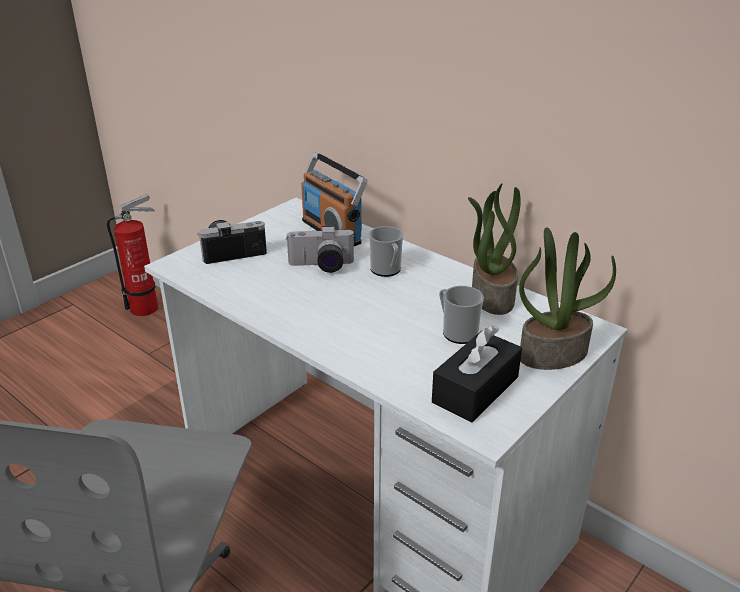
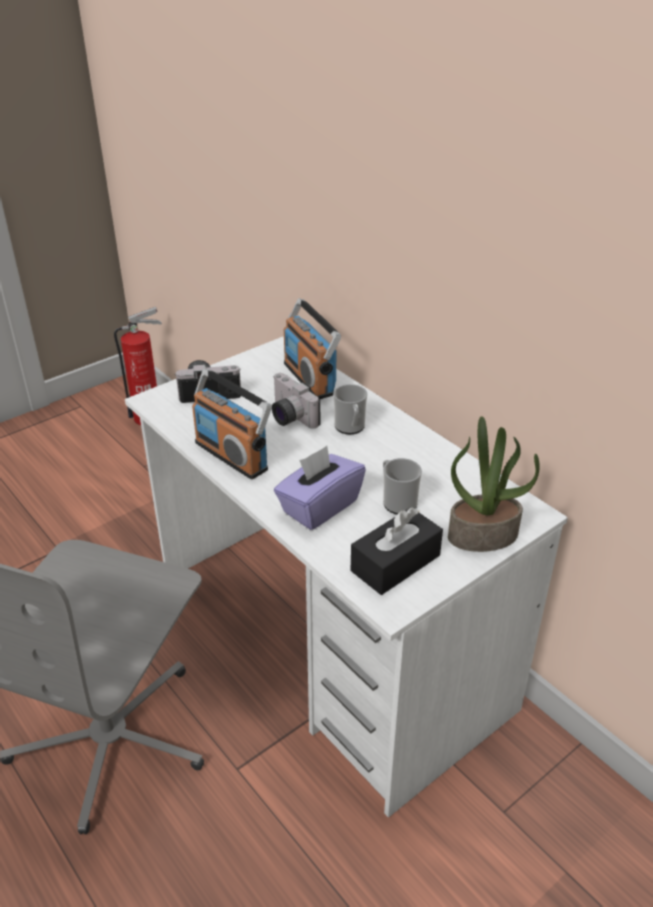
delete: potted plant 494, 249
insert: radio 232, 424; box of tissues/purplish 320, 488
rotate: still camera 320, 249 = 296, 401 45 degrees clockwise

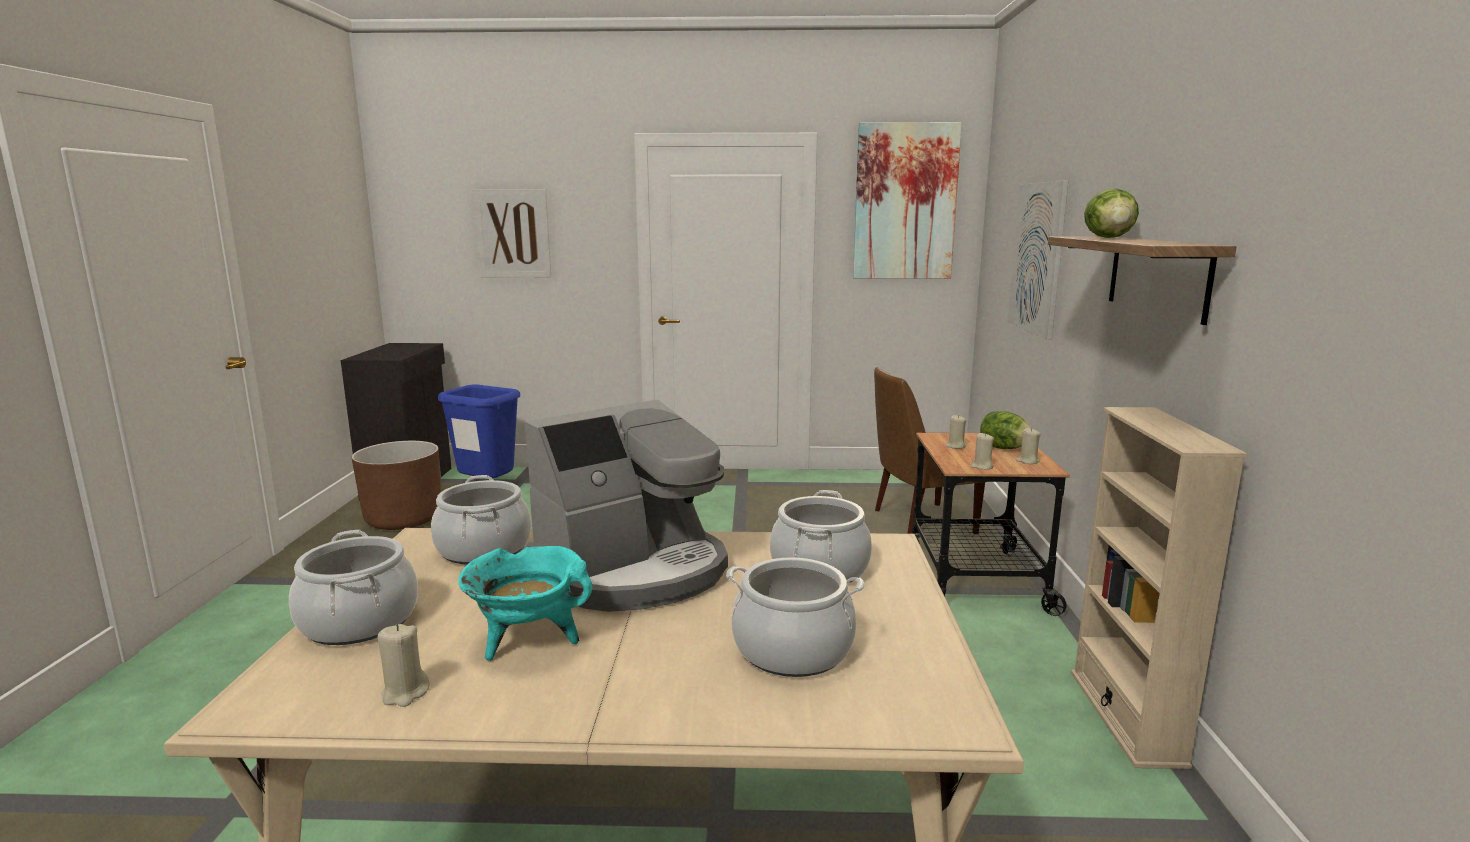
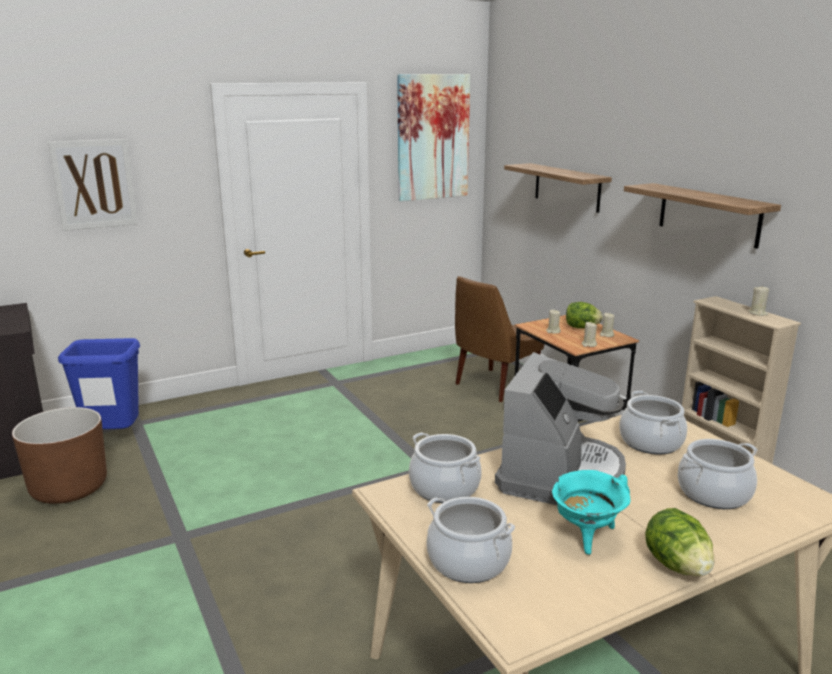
move: lettuce head 1111, 213 to 679, 542; wax light/beige 404, 665 to 758, 300
replace: picture 1038, 260 to bracket shelf 558, 188

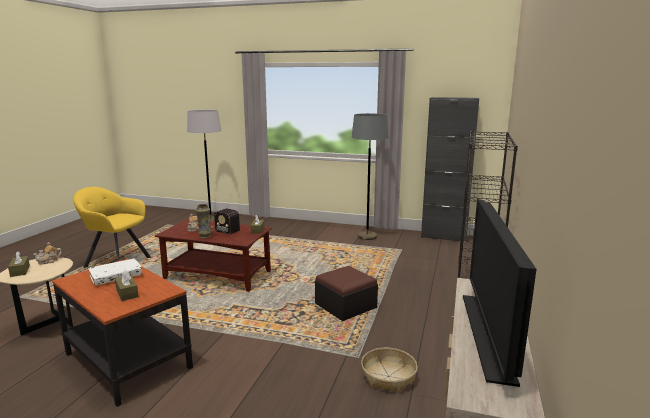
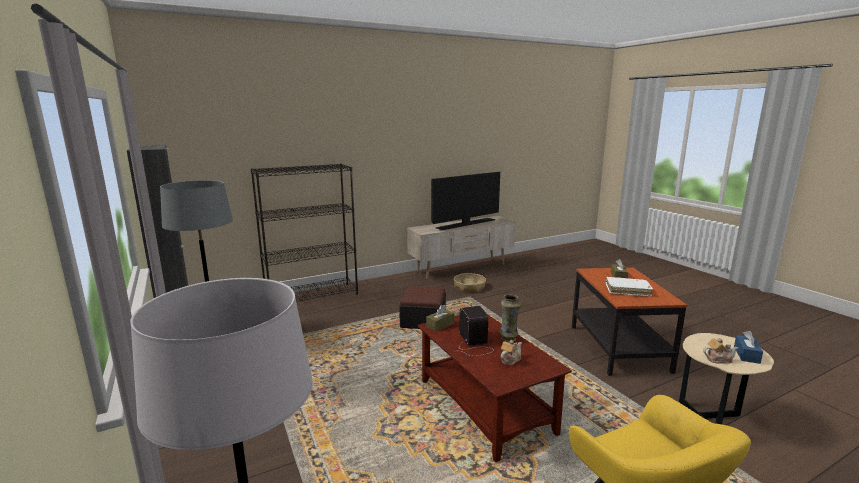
recolor: box of tissues/brown 19, 264 to box of tissues/blue 748, 347

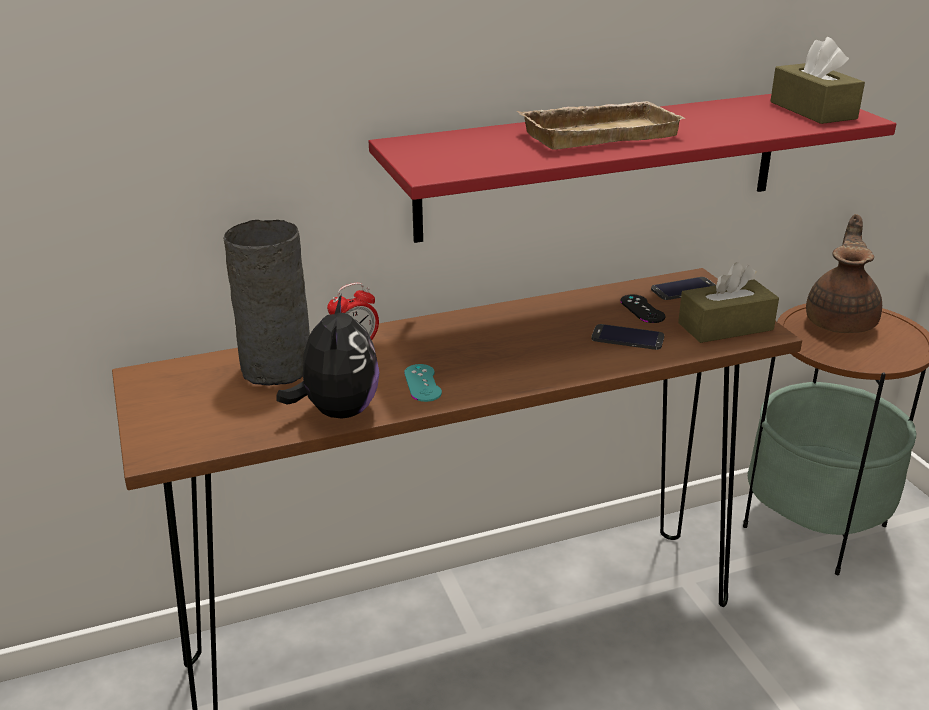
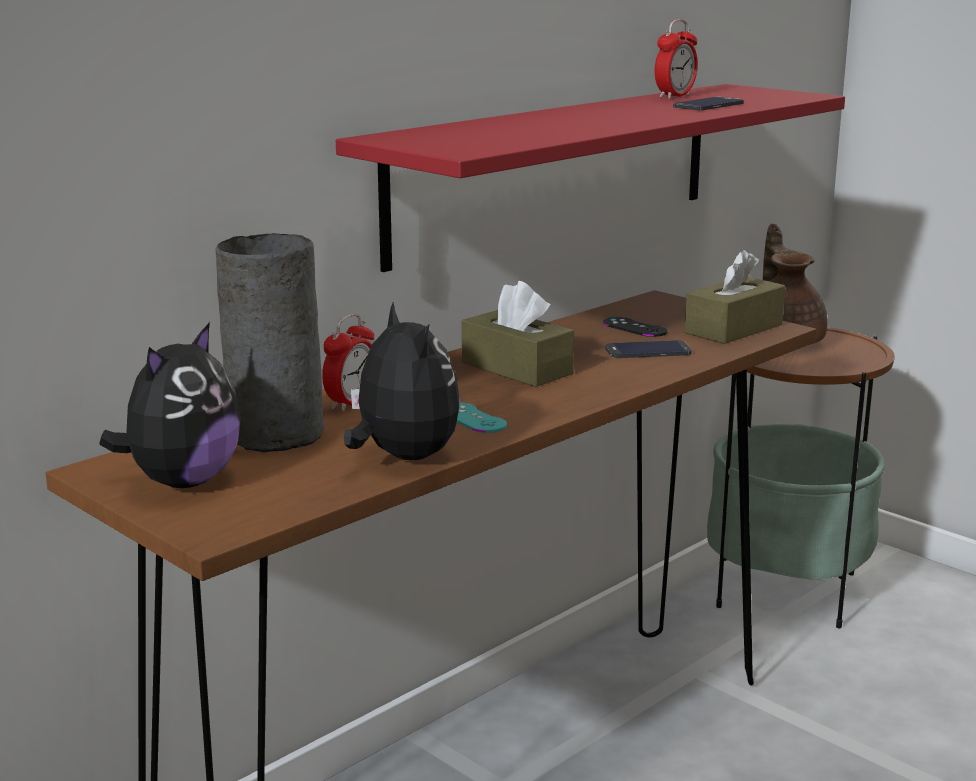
delete: tray/beige 601, 125
insert: plush toy 170, 405; bedside clock 676, 59
move: box of tissues/brown 817, 80 to 517, 334; telephone 683, 288 to 708, 103

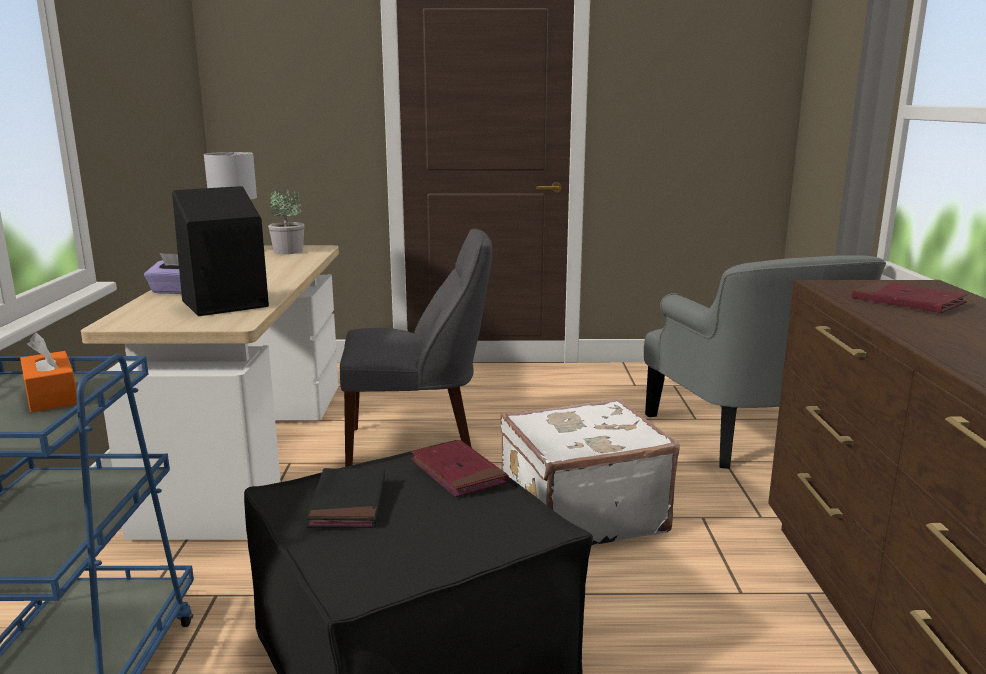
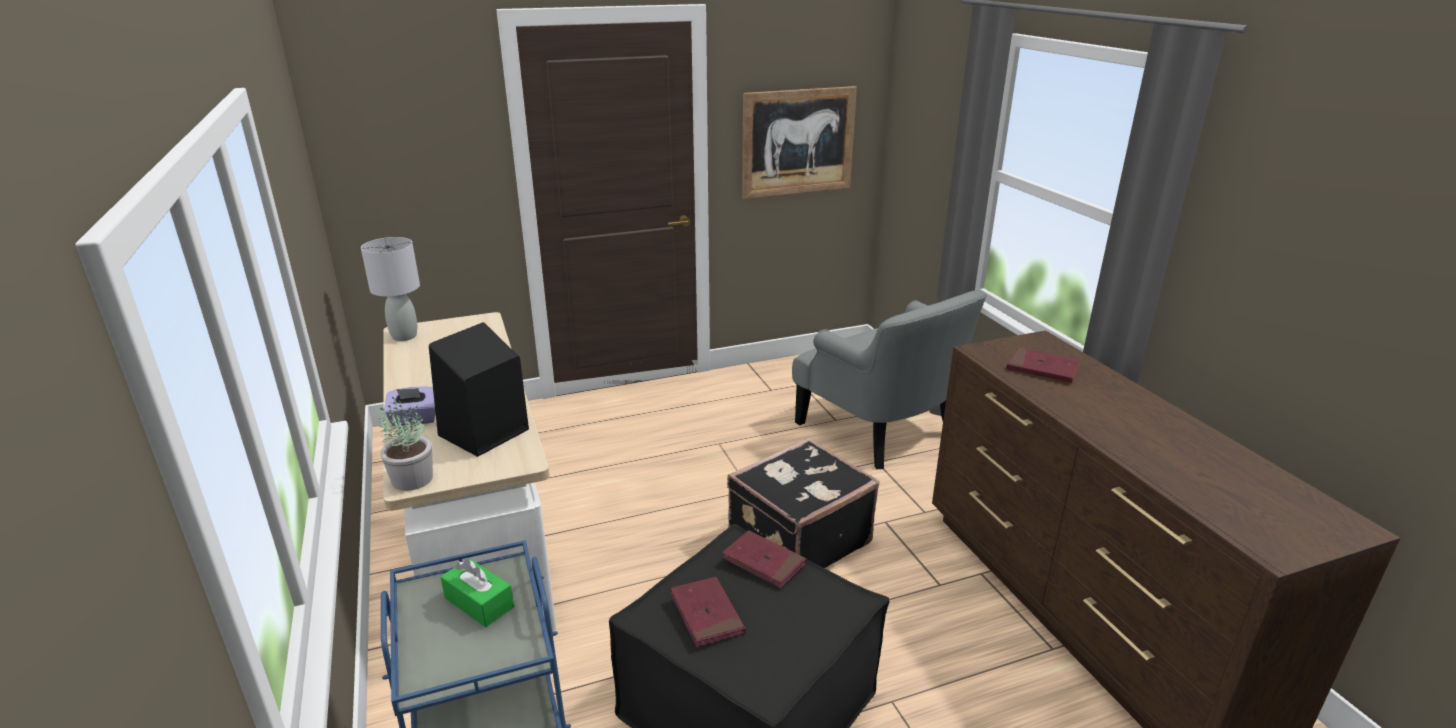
delete: plain chair/greyish 416, 347
insert: picture 799, 142
move: potted plant 286, 220 to 406, 444
recolor: box of tissues/orangey 48, 373 to box of tissues/greenish 477, 592; book/black 345, 498 to book/reddish 708, 612; piece of luggage/white 590, 472 to piece of luggage/black 803, 503

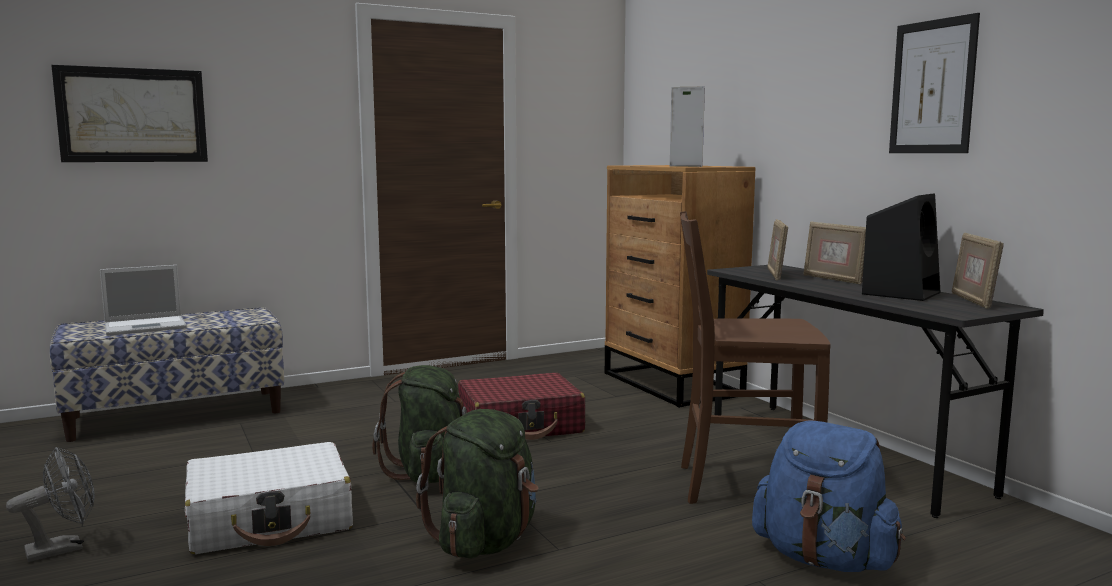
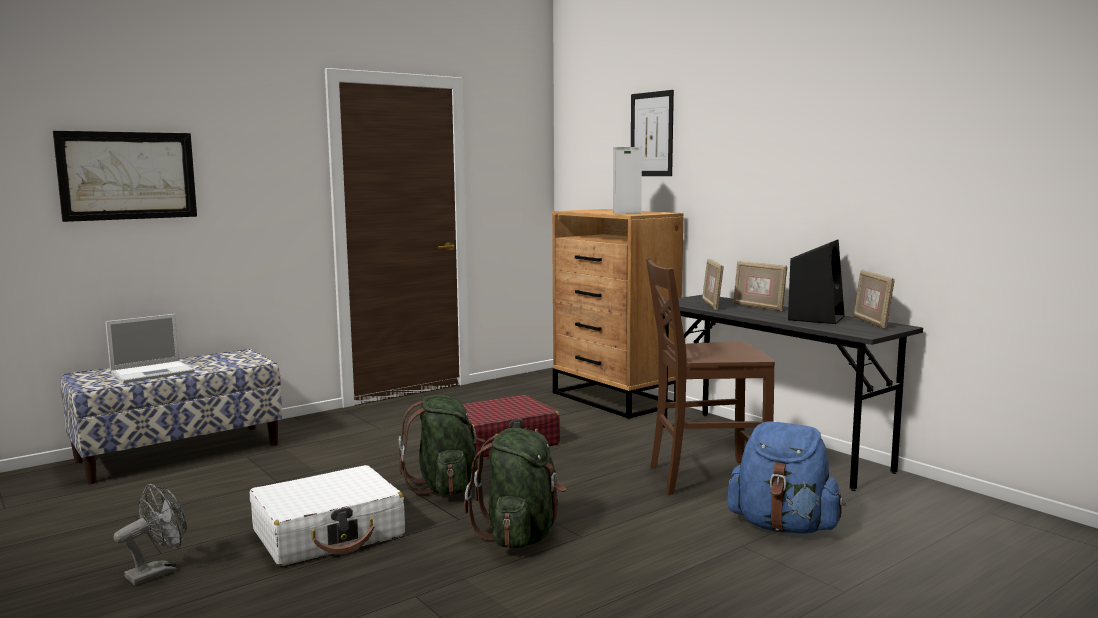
move: picture 934, 83 to 652, 133

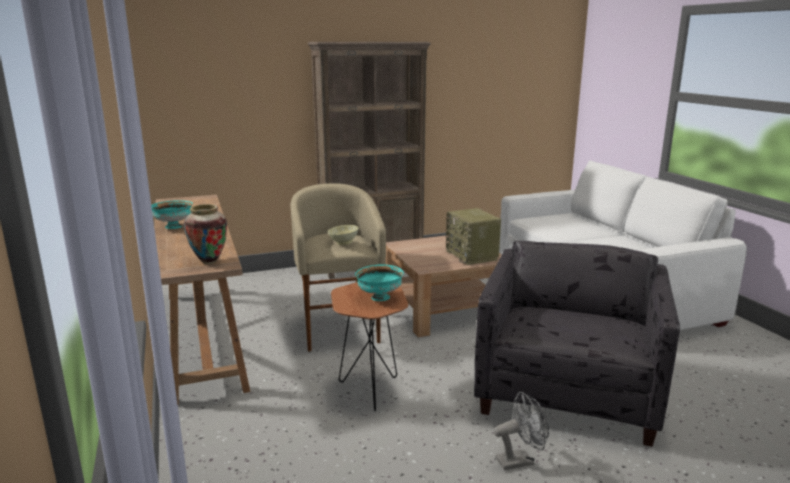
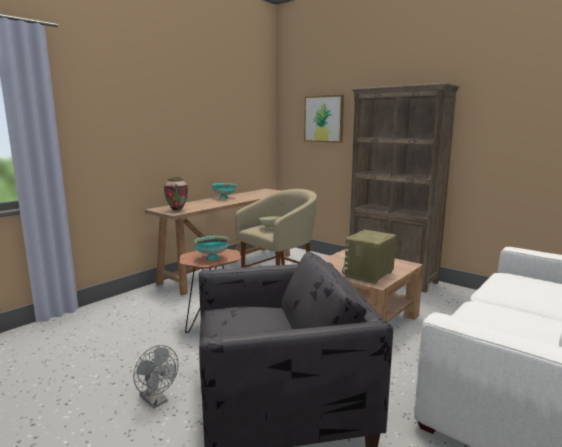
insert: picture 324, 119

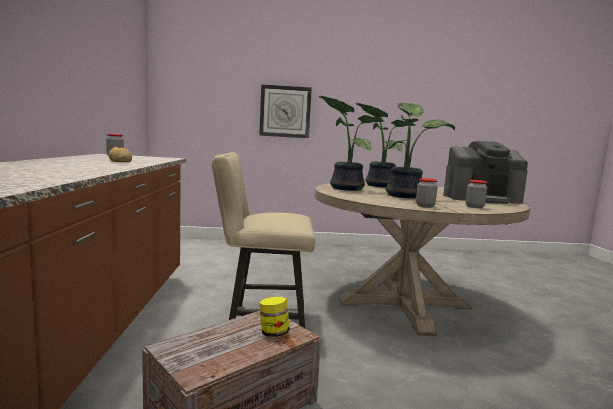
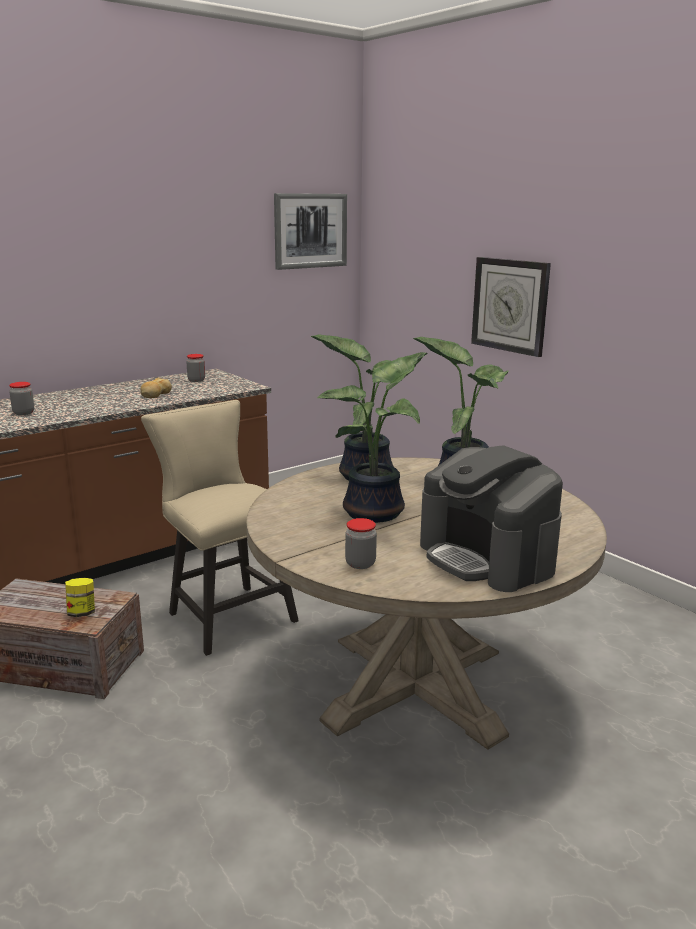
insert: picture 310, 231
move: preserve jar 427, 193 to 21, 398

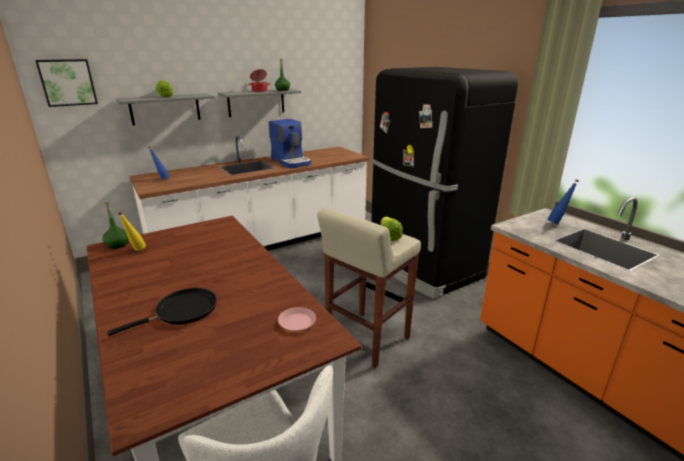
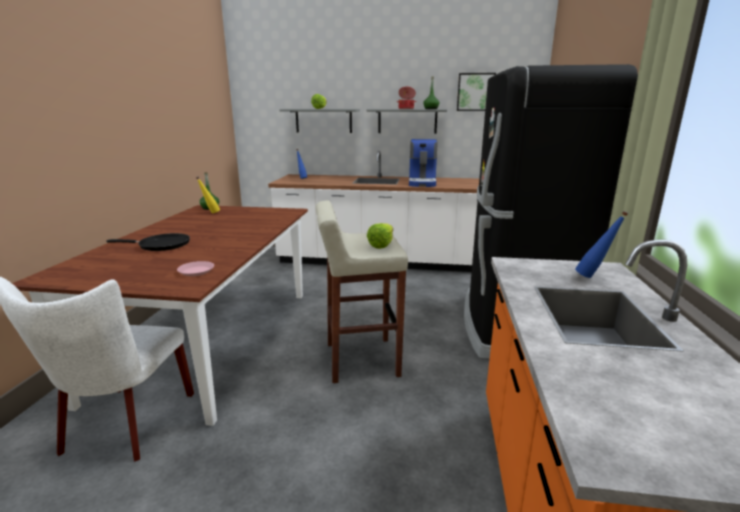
move: picture 66, 83 to 476, 92

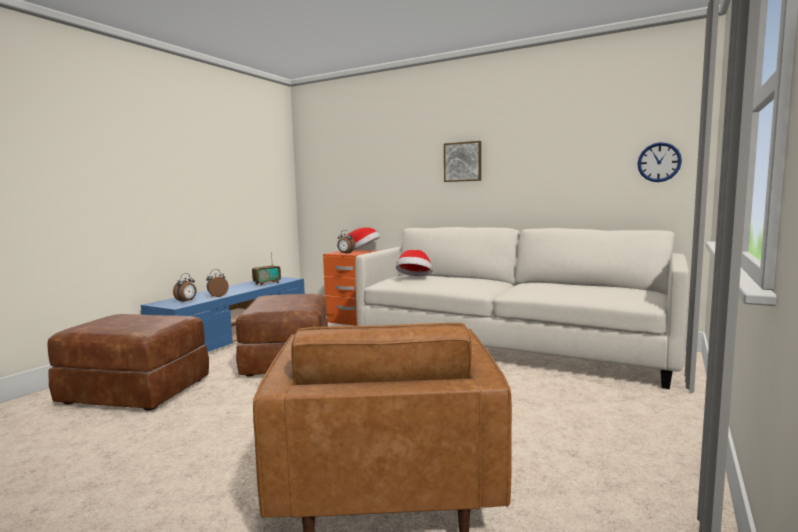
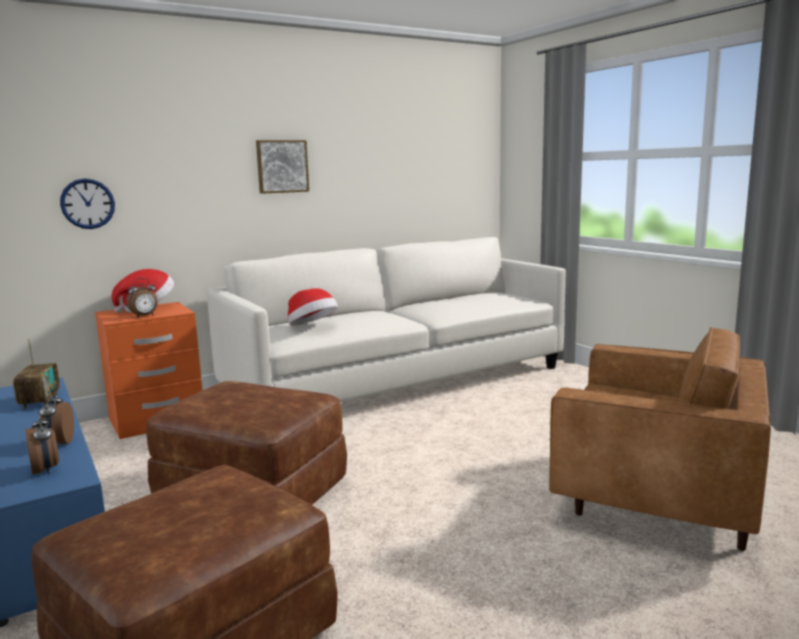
move: clock on the wall 659, 162 to 87, 203

